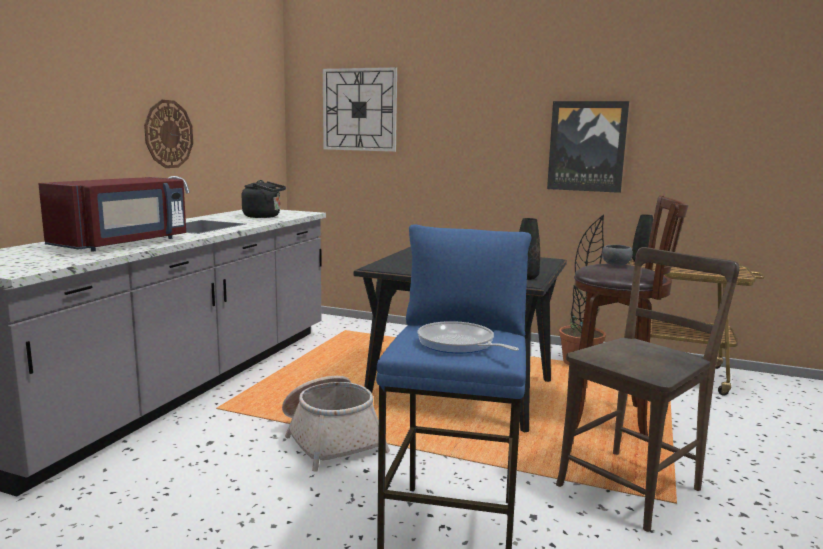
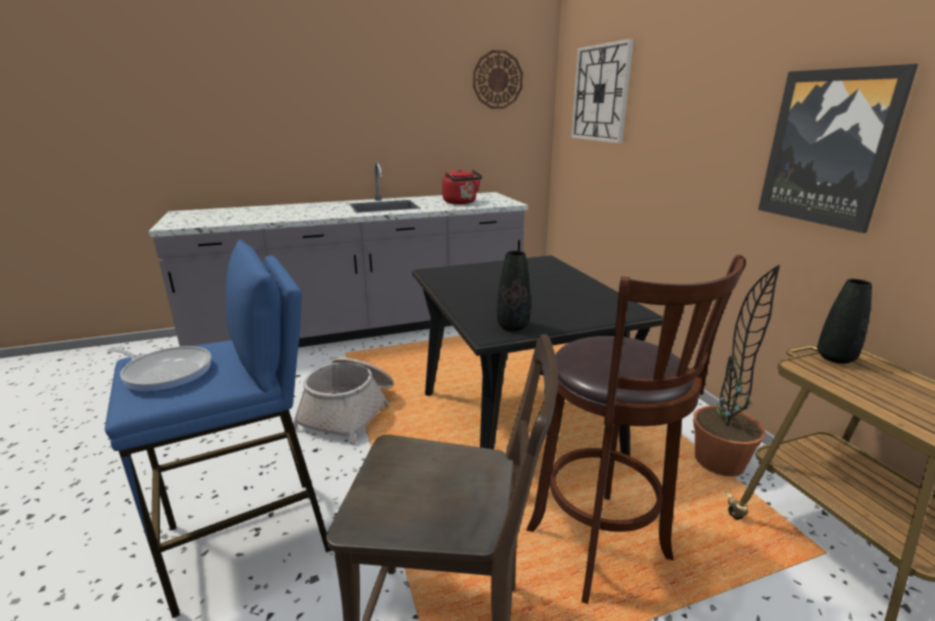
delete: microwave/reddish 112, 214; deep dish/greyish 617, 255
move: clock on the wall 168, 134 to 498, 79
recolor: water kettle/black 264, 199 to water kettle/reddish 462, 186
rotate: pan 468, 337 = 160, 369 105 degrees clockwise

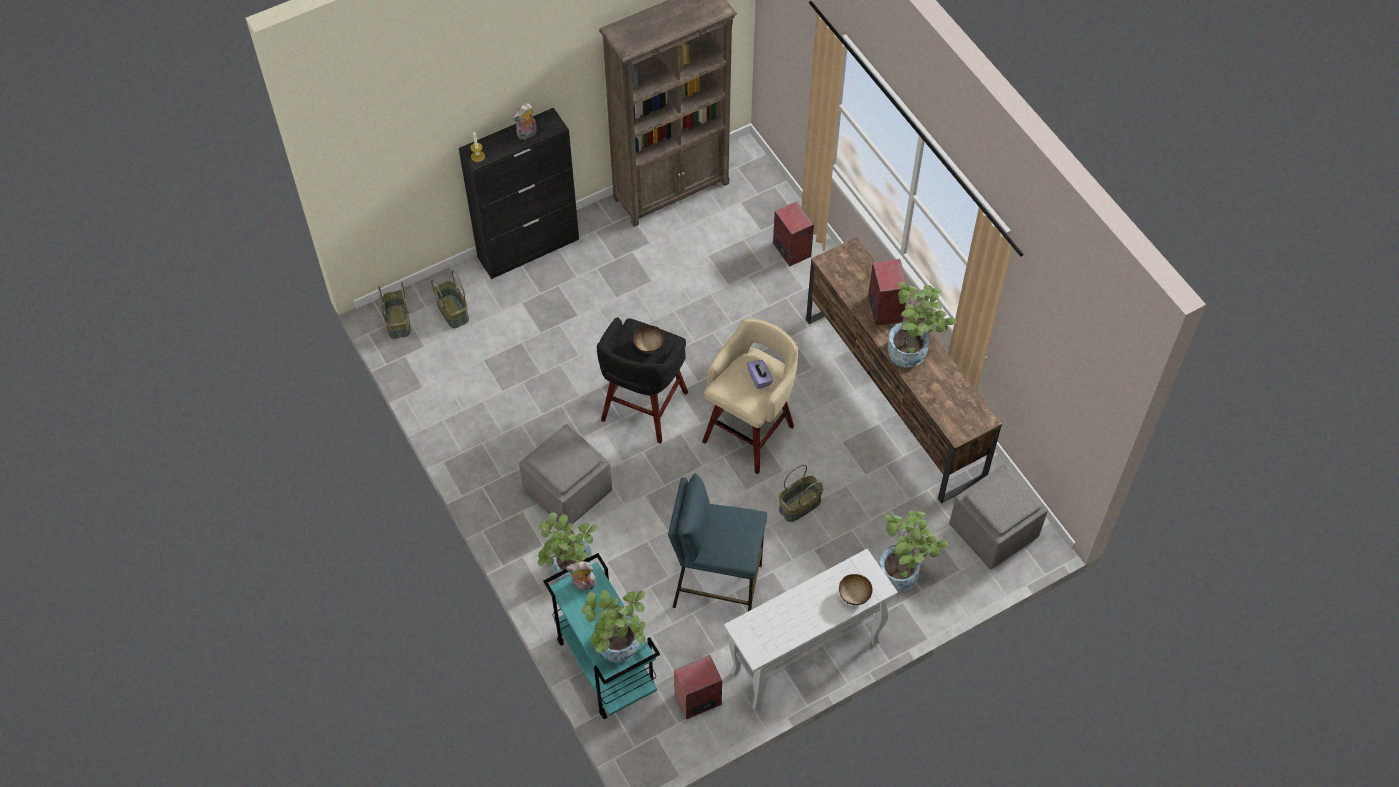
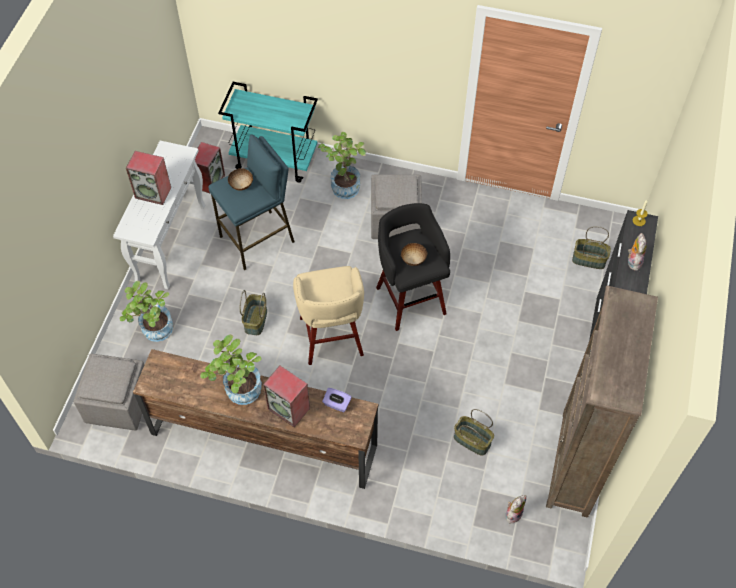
delete: potted plant 614, 626
move: audio speaker 793, 233 to 148, 178; deep dish 856, 589 to 240, 179; box of tissues/purplish 760, 374 to 337, 400; household basket 394, 310 to 474, 432; plush toy 581, 576 to 515, 509

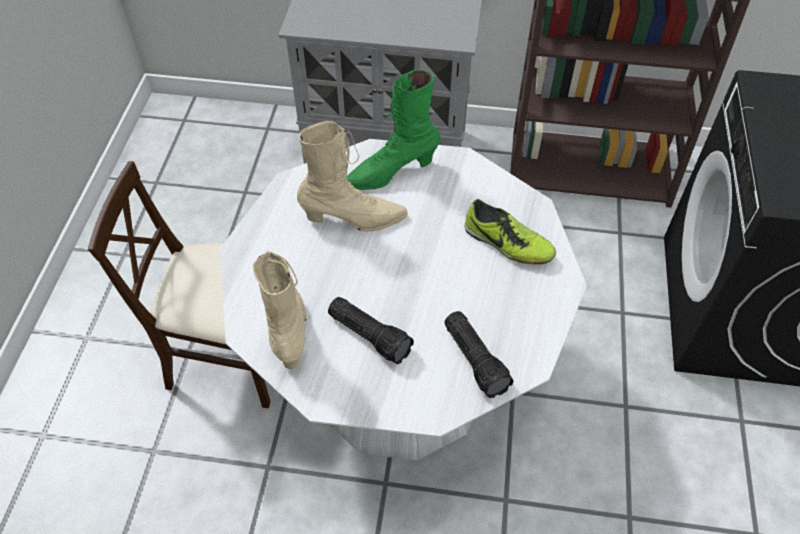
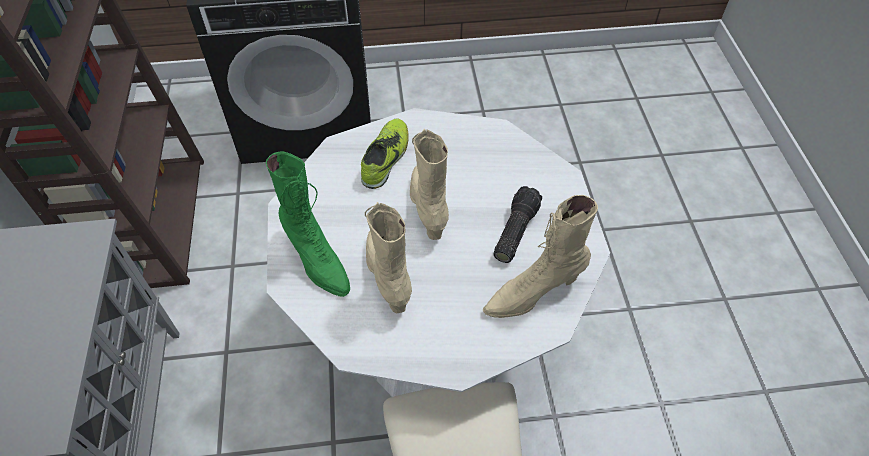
delete: flashlight 479, 354
insert: tall boot/beige 429, 184

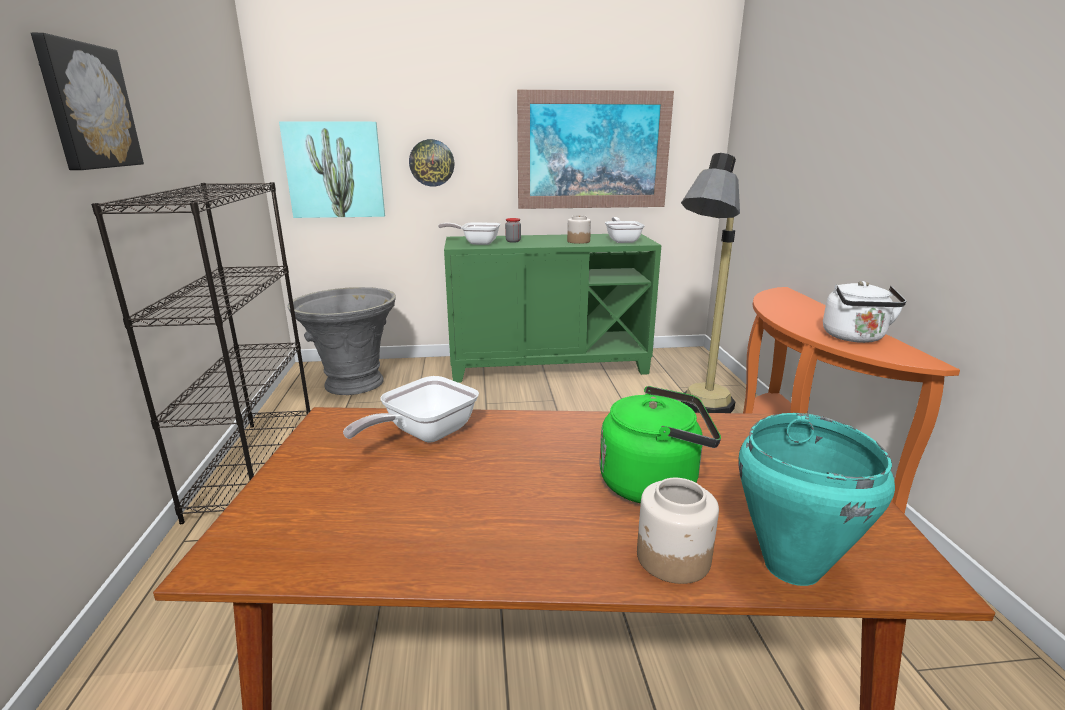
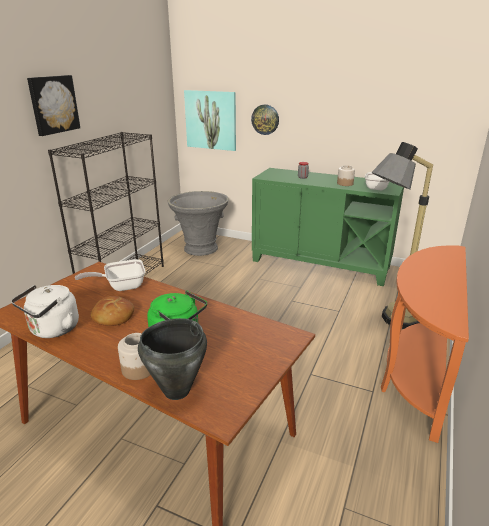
delete: pan 469, 233; picture 595, 149
insert: bakery bread 112, 311
move: water kettle/white 864, 312 to 45, 311
recolor: stockpot/turquoise 816, 499 to stockpot/black 172, 359

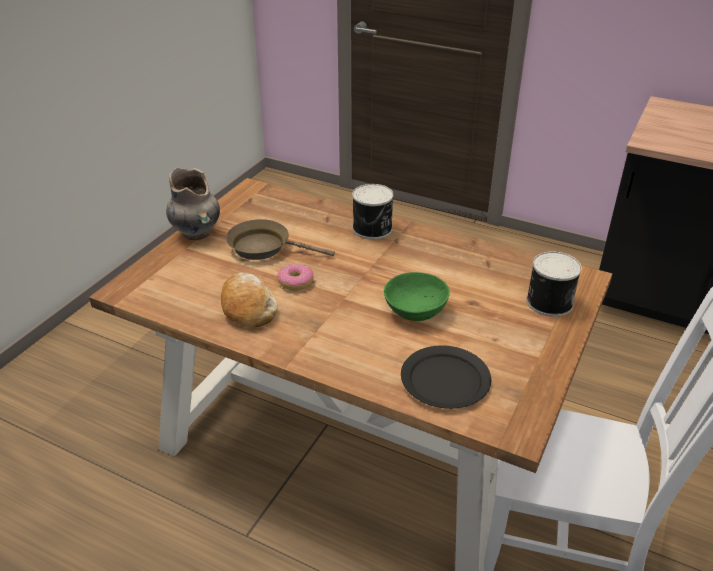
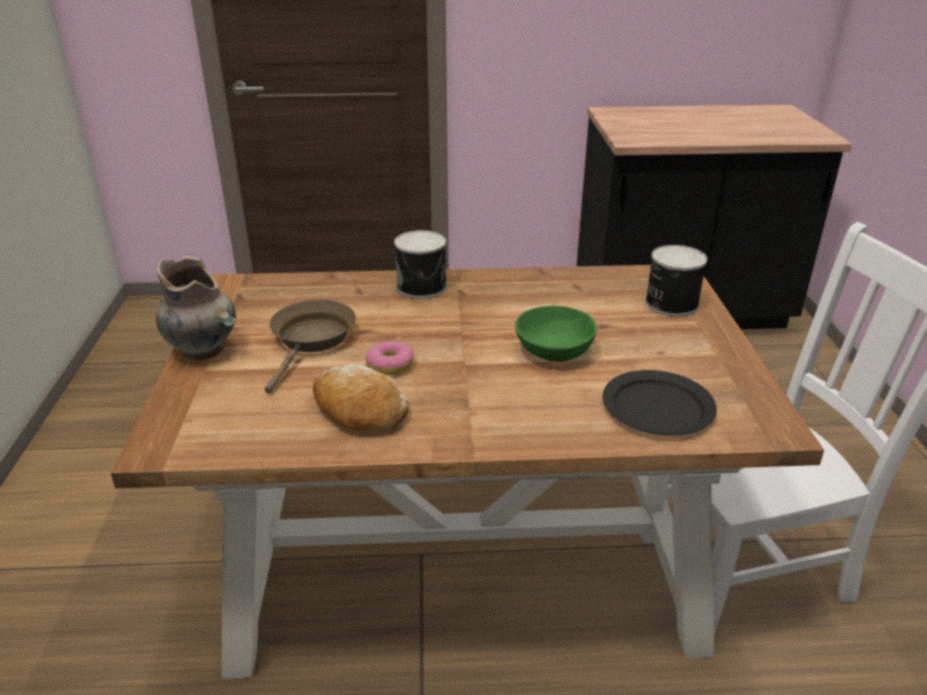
rotate: pan/brown 280, 239 = 310, 346 120 degrees clockwise

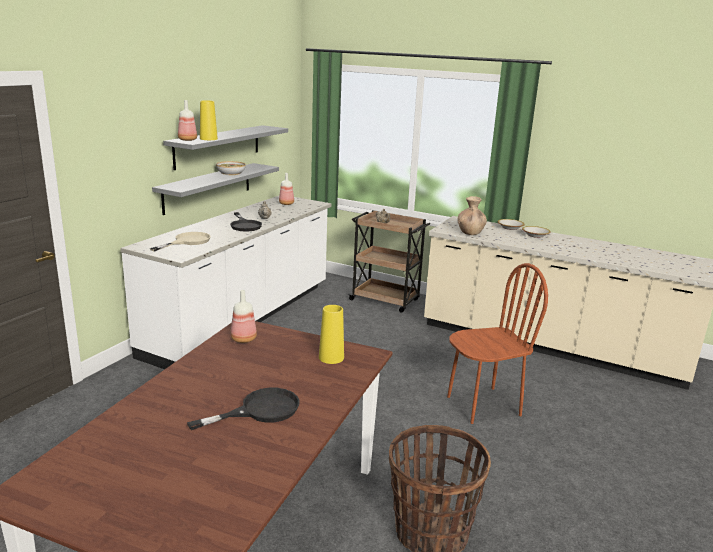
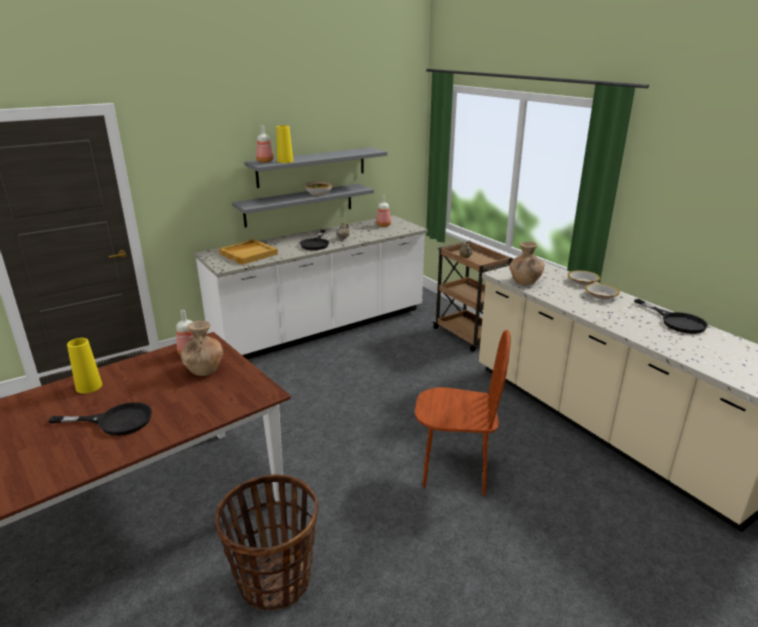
insert: vase/brown 202, 348; pan/black 671, 316
move: vase/yellow 331, 334 to 84, 366
replace: pan/beige 180, 242 to tray/beige 248, 252

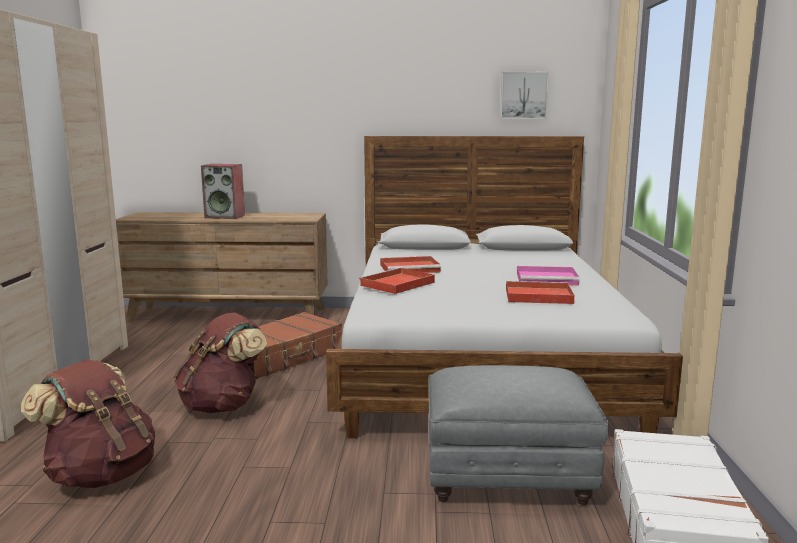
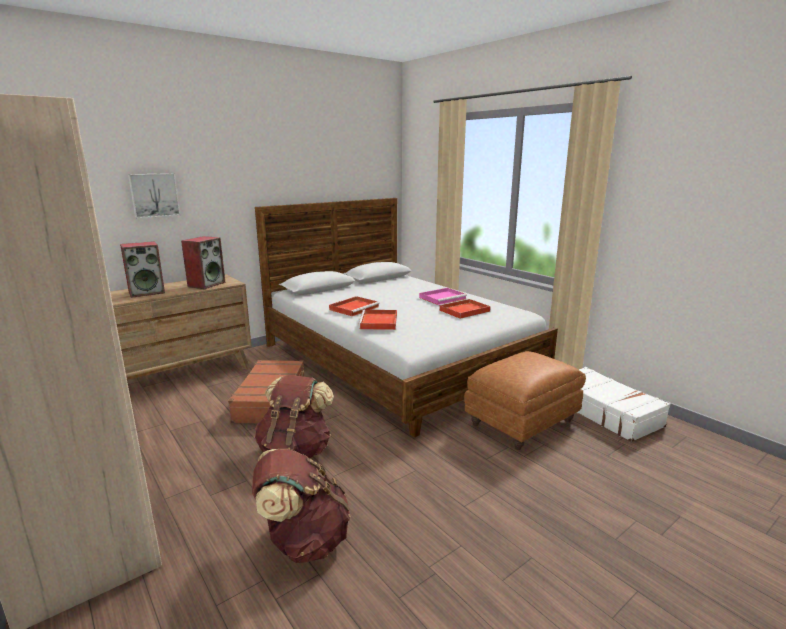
insert: audio speaker 203, 262
move: picture 524, 95 to 154, 195
recolor: footrest/greyish 518, 435 to footrest/brown 525, 400

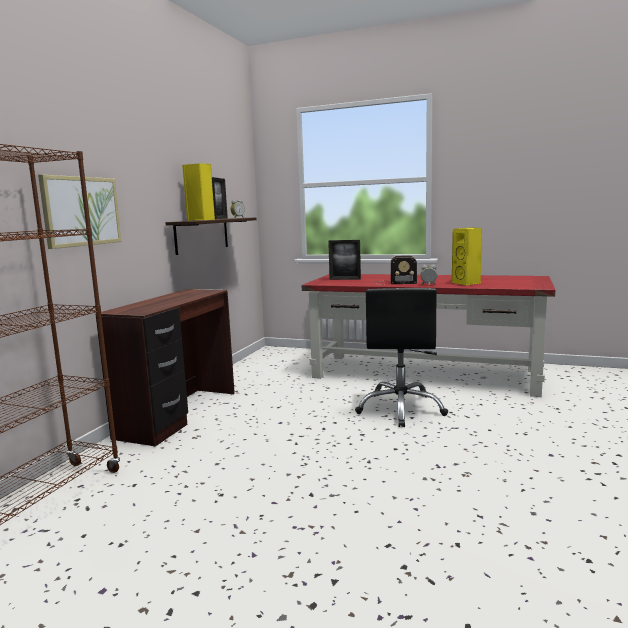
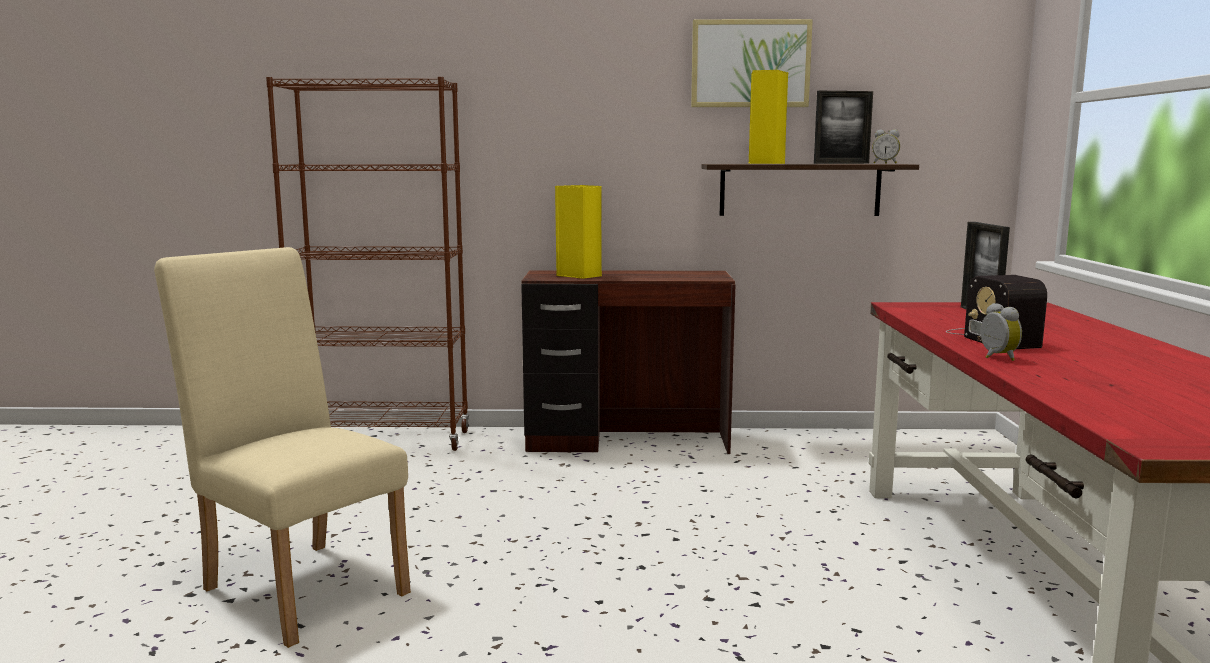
delete: computer chair/black 401, 357
insert: plain chair/beige 282, 447
move: audio speaker/yellow 467, 257 to 578, 232; picture 80, 212 to 752, 63

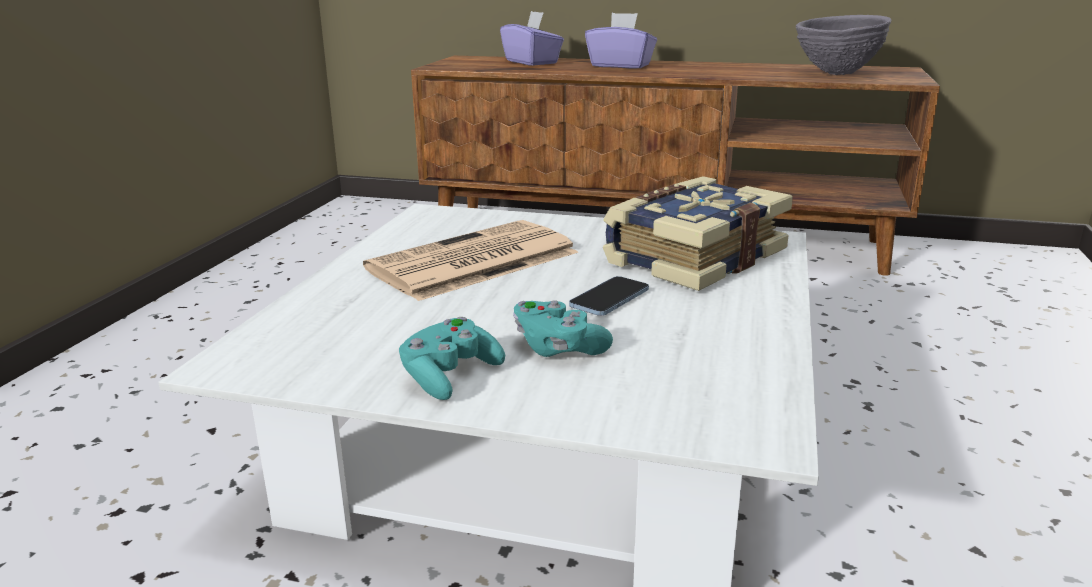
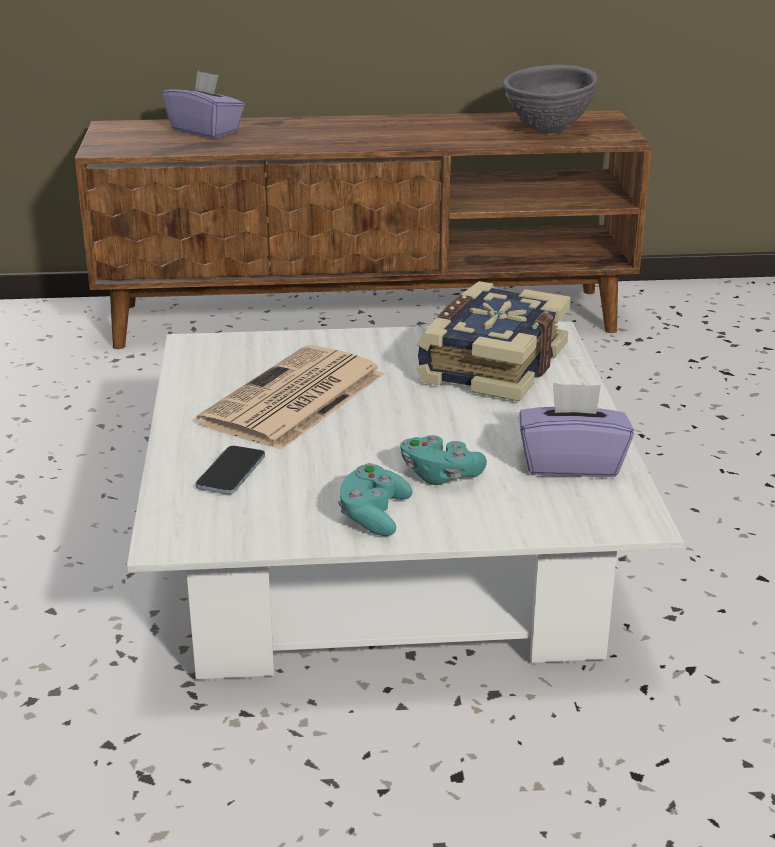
move: telephone 609, 296 to 230, 470; box of tissues/purplish 621, 41 to 576, 430

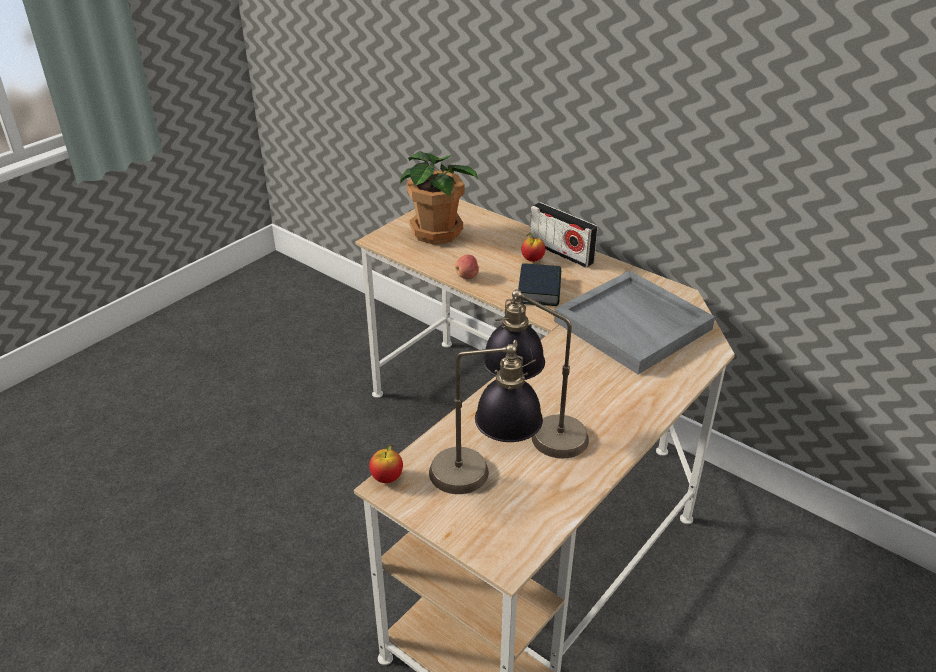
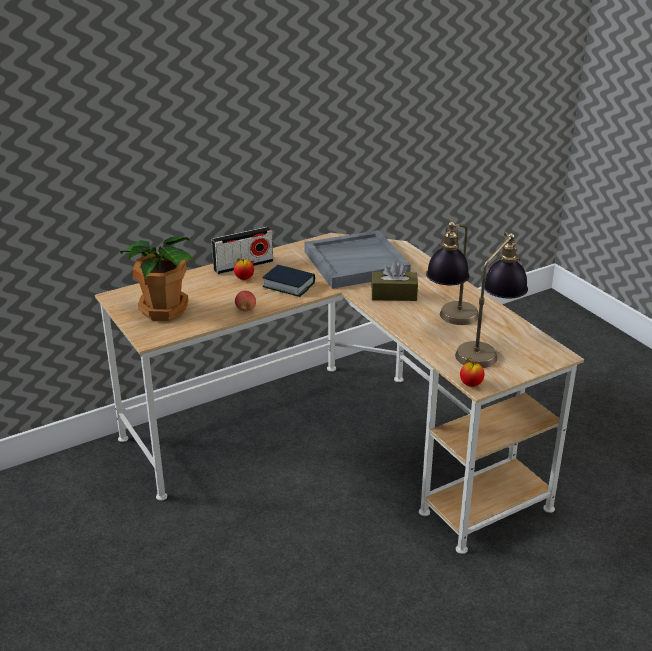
insert: box of tissues/brown 394, 281

